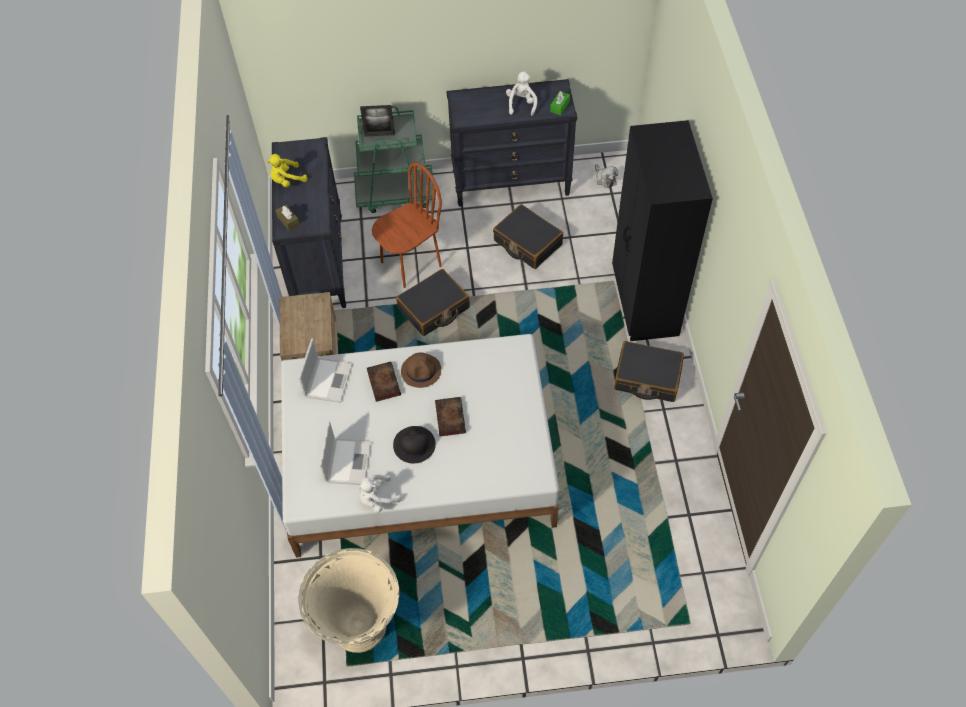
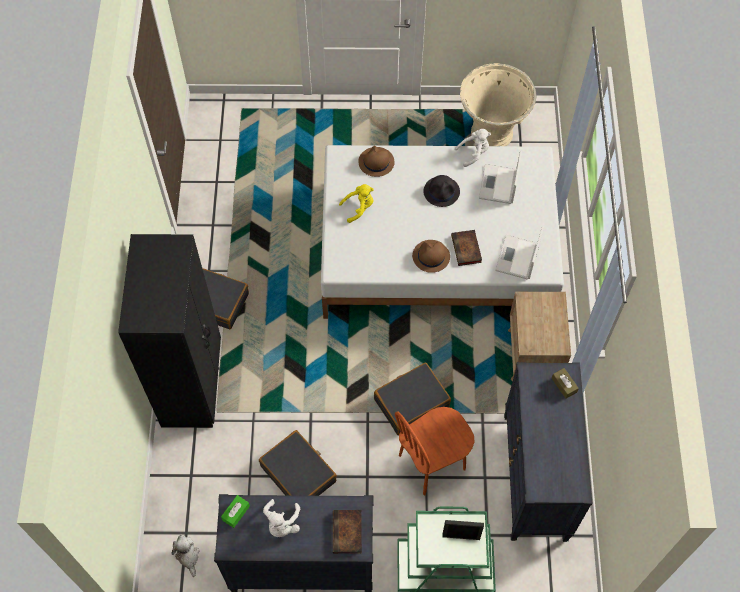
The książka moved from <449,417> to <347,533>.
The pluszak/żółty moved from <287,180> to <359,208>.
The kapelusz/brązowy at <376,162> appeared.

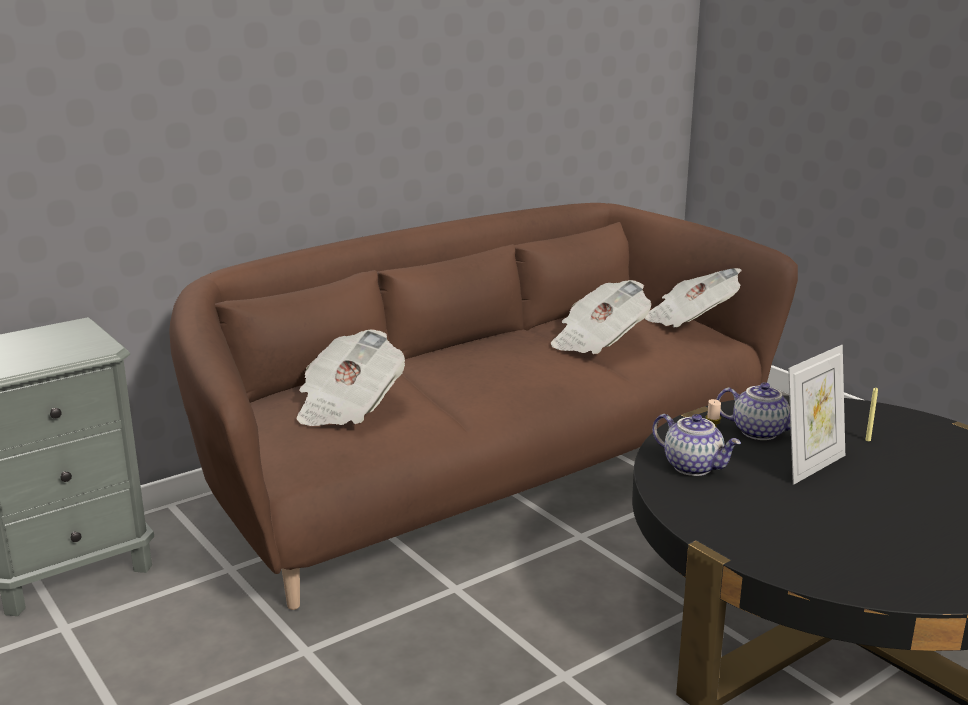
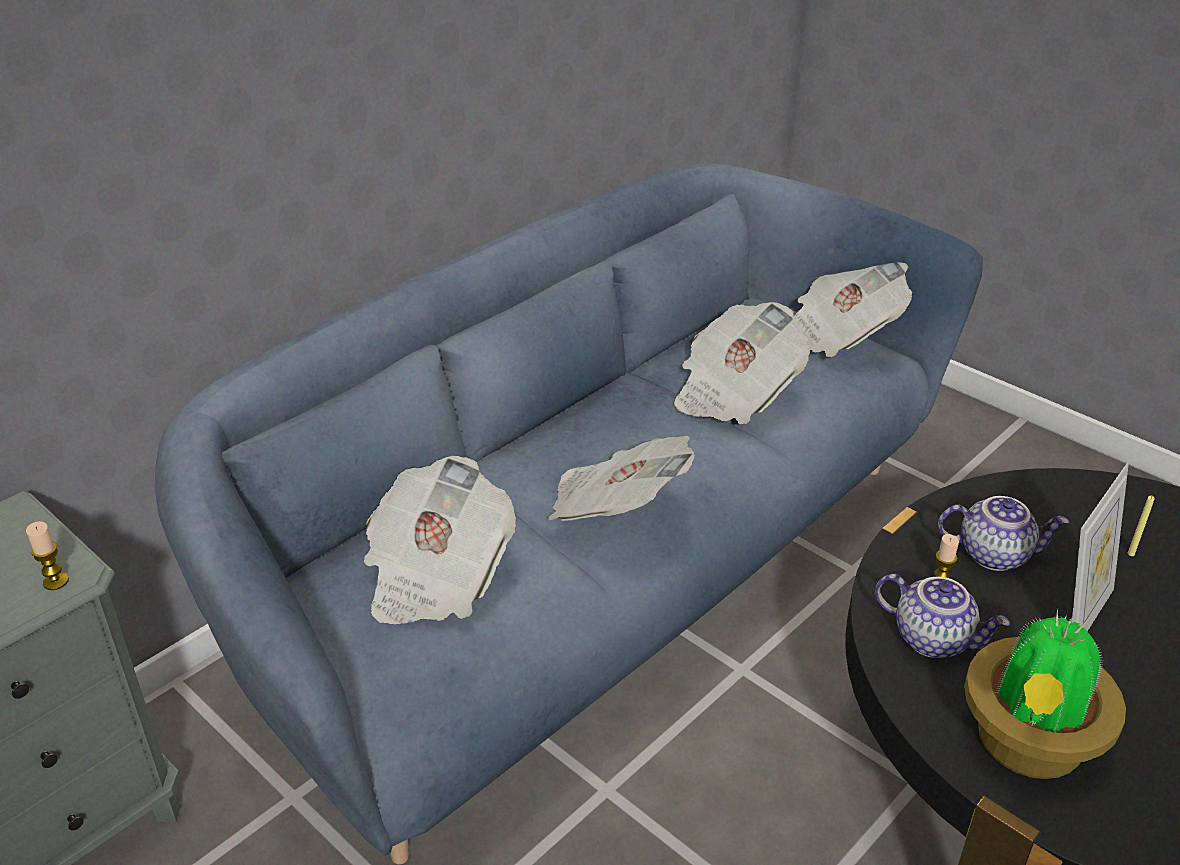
The świeca at <56,582> appeared.
The kanapa/brązowy at <485,478> became the kanapa/niebieski at <592,576>.
The gazeta at <616,508> appeared.
The roślina doniczkowa at <1027,745> appeared.

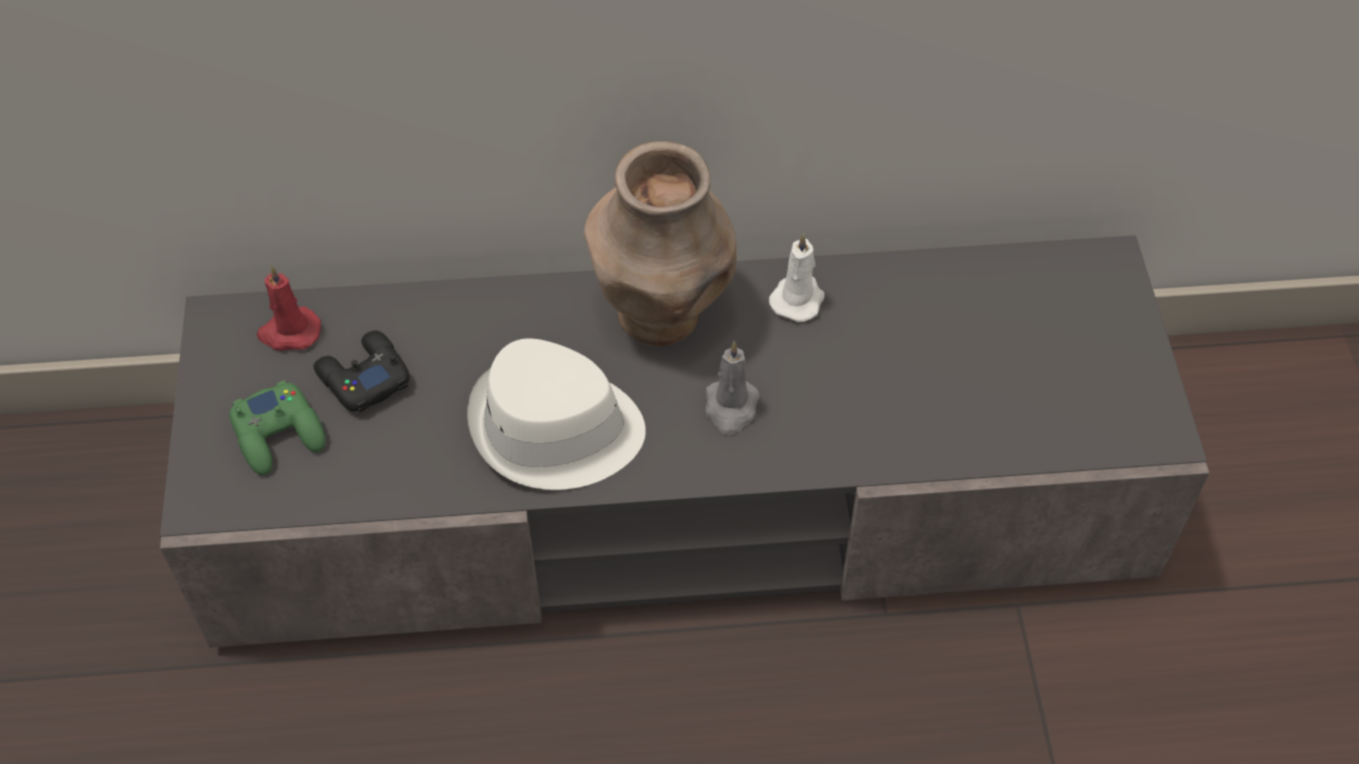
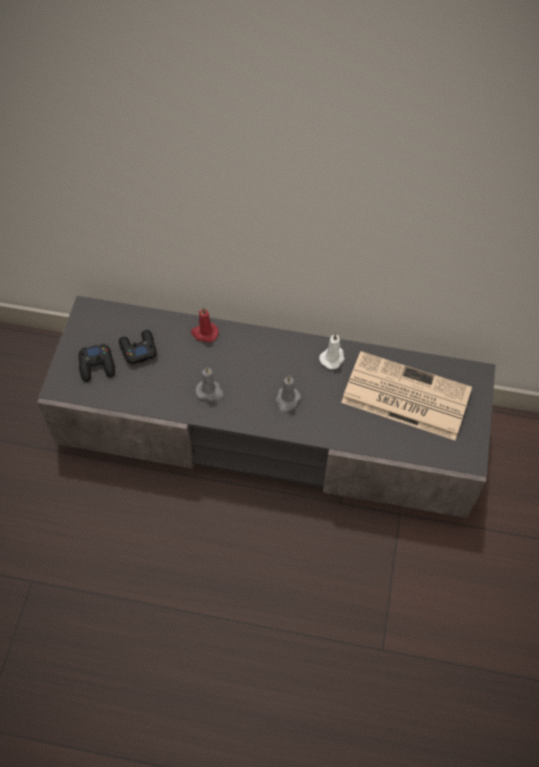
The pad do gier/zielony at <279,434> became the pad do gier/czarny at <97,365>.
The świeca/czerwony moved from <289,332> to <204,333>.
The kapelusz/biały at <555,429> was replaced by the świeca/szary at <210,391>.
The gazeta at <404,396> appeared.
The wazon/brązowy at <661,316> disappeared.

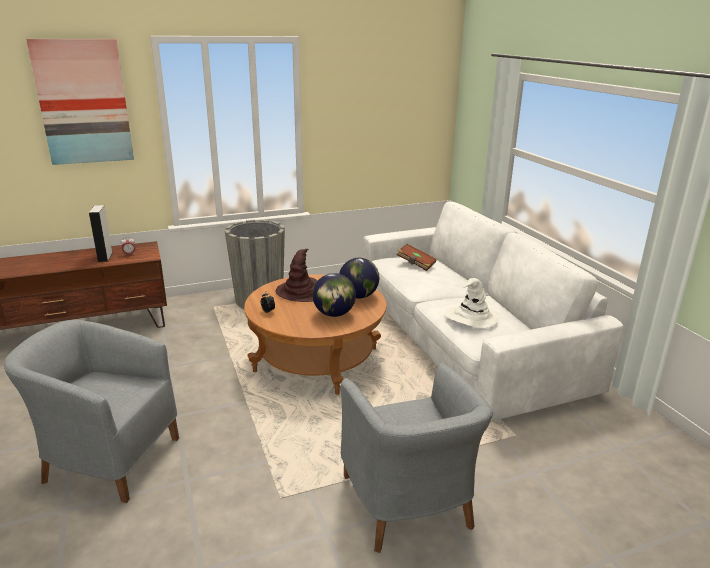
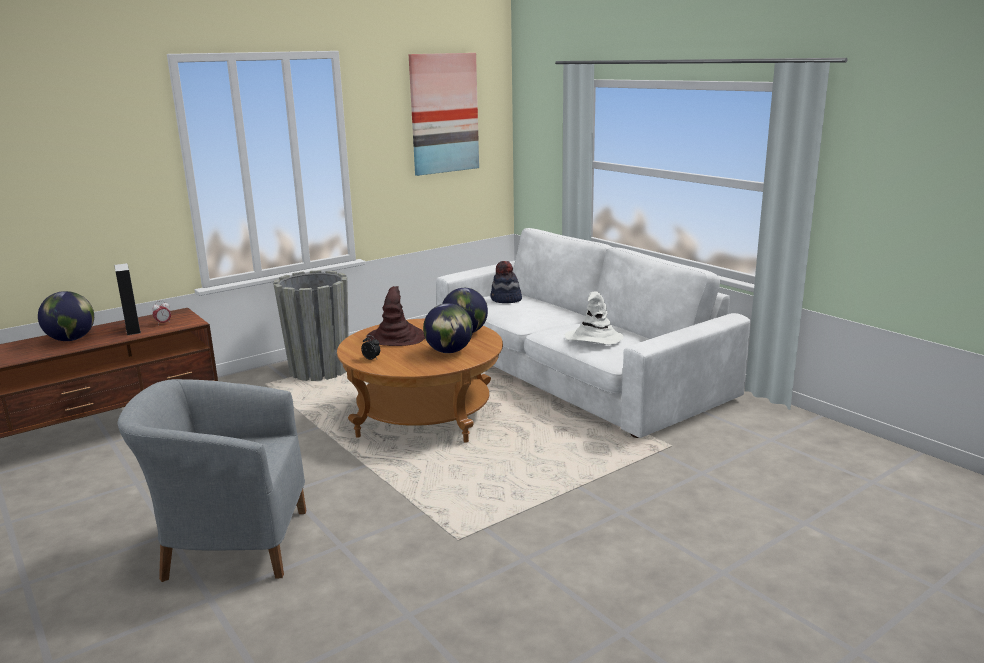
The globus at <71,339> appeared.
The obraz moved from <83,102> to <444,113>.
The książka/brązowy at <416,264> was replaced by the kapelusz at <506,300>.
The fotel/szary at <408,505> disappeared.

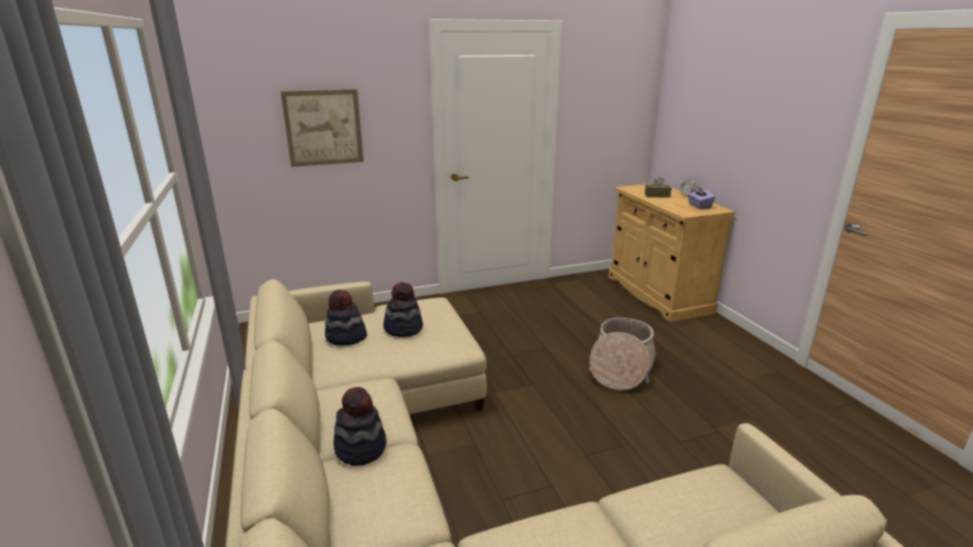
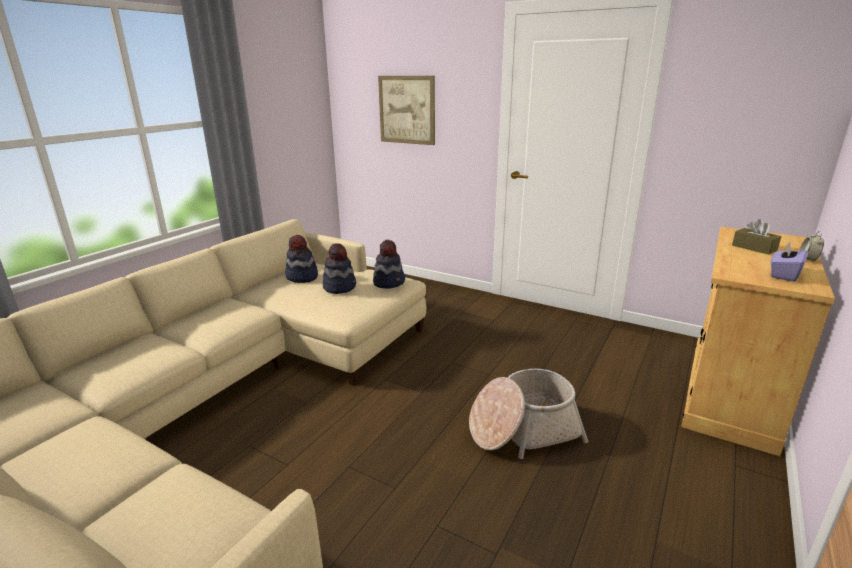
The kapelusz moved from <361,448> to <389,282>.

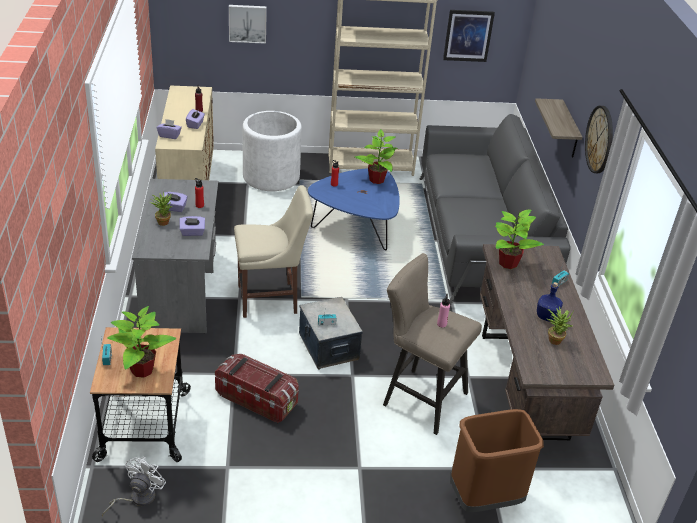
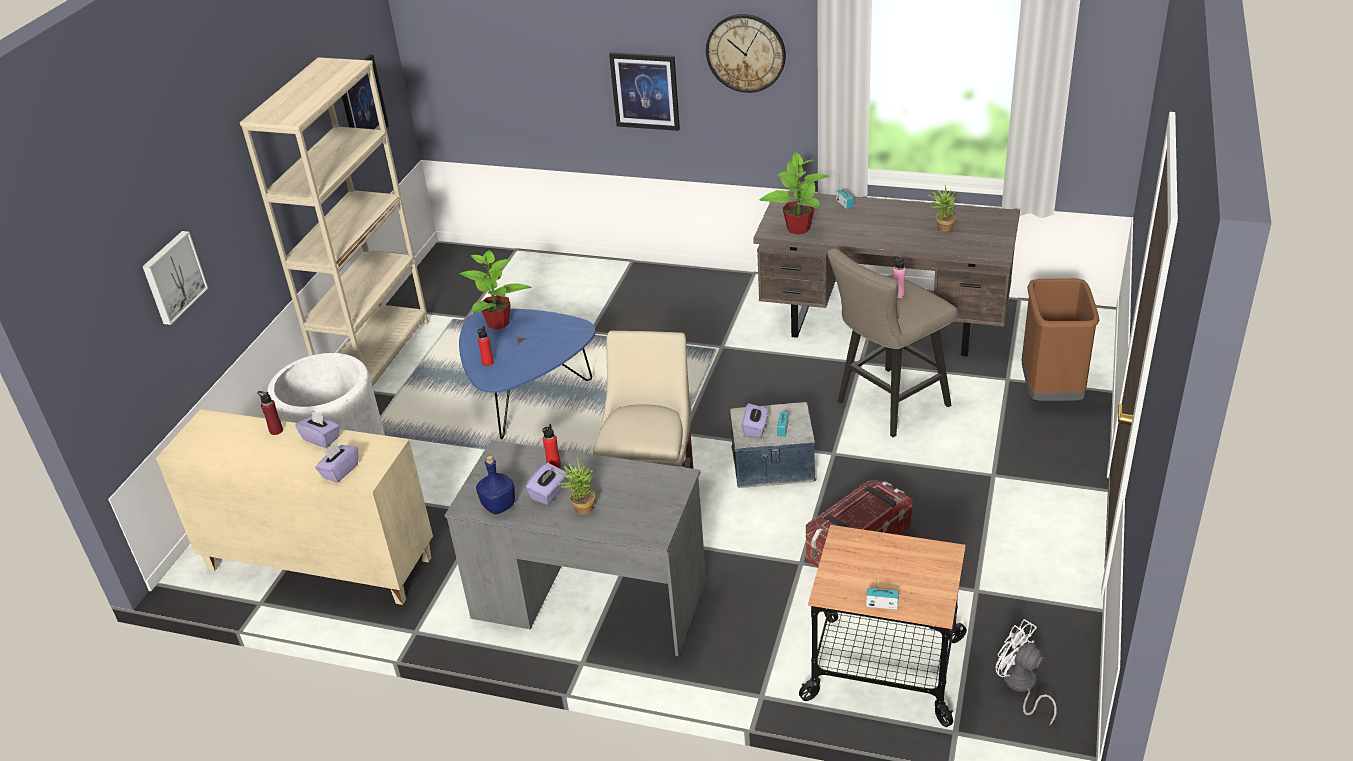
The butelka/niebieski moved from <546,317> to <499,506>.
The półka at <569,130> was replaced by the obraz at <645,91>.
The pudełko chusteczek/fioletowy moved from <192,232> to <755,429>.
The roślina doniczkowa at <141,370> disappeared.
The kanapa/szary at <481,238> disappeared.

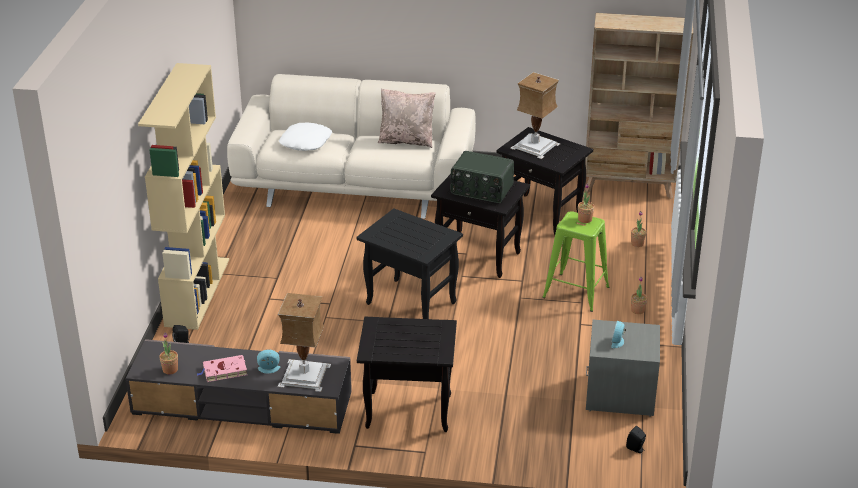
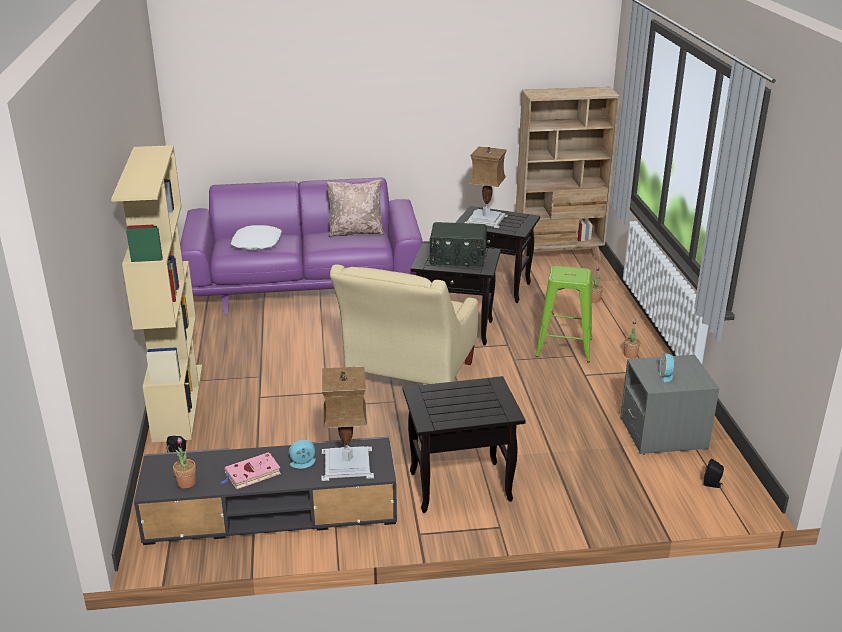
The kanapa/beżowy at <356,184> became the kanapa/fioletowy at <305,284>.
The stolik/czarny at <409,303> was replaced by the fotel/beżowy at <408,380>.
The roślina doniczkowa at <585,219> disappeared.

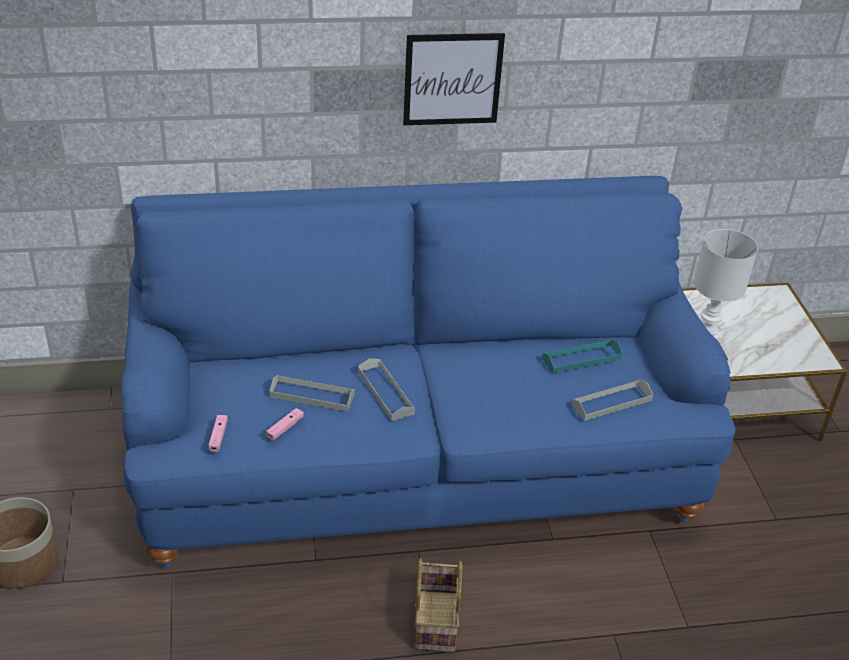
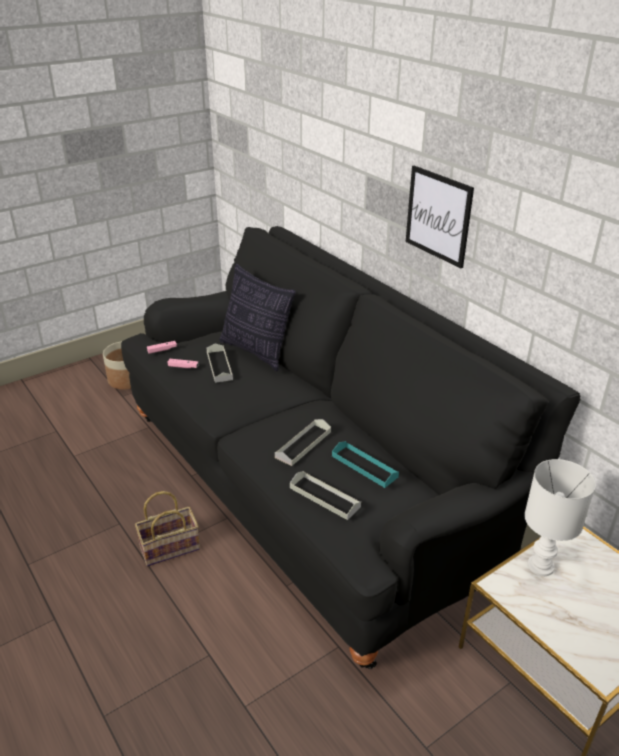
The kanapa/niebieski at <416,461> became the kanapa/czarny at <309,487>.
The poduszka at <256,351> appeared.
The taca/szary moved from <385,392> to <303,444>.

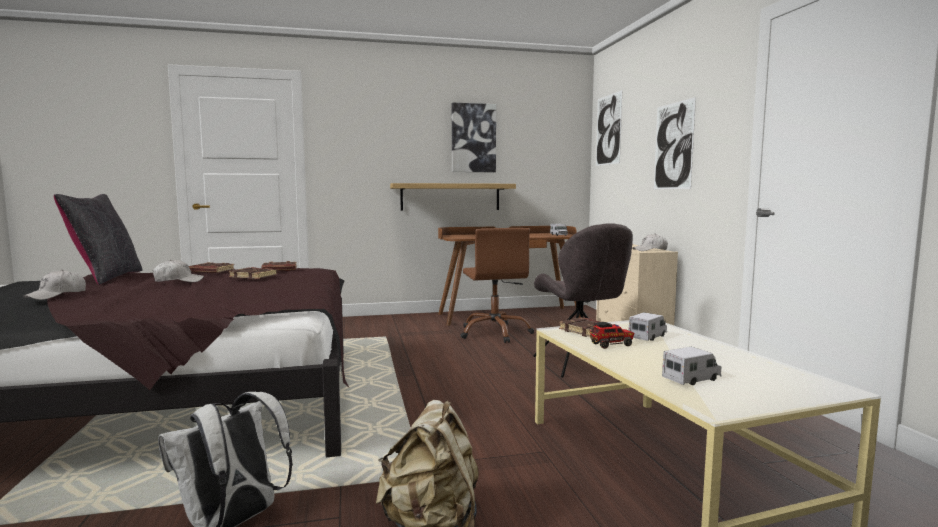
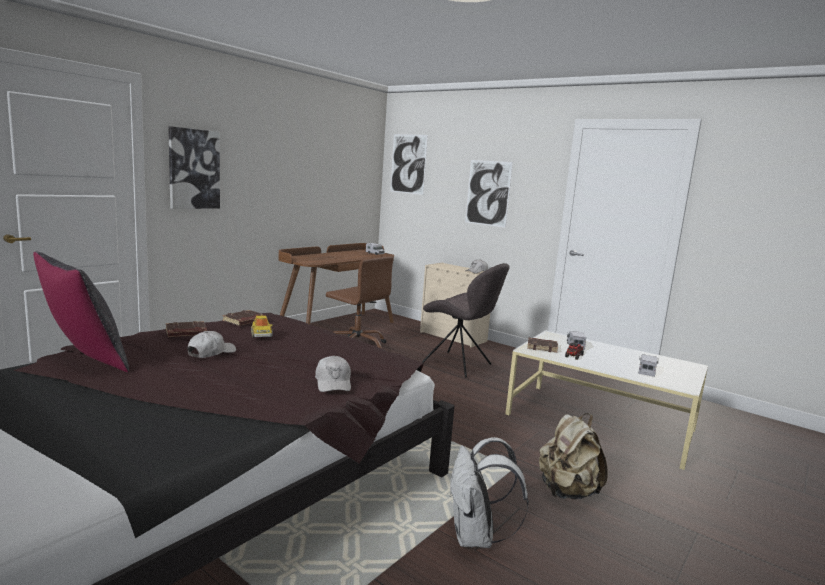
The obraz moved from <473,138> to <194,169>.
The książka/brązowy at <254,276> was replaced by the samochodzik at <261,335>.
The czapka z daszkiem/biały moved from <57,295> to <333,383>.
The półka at <450,197> disappeared.

